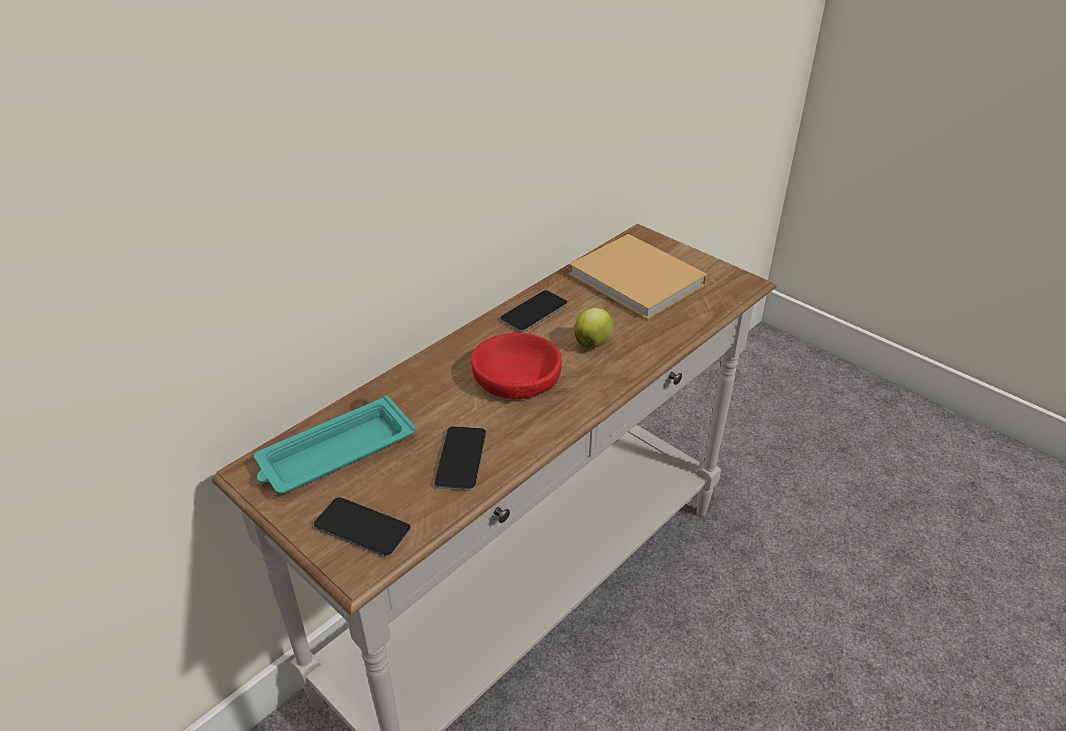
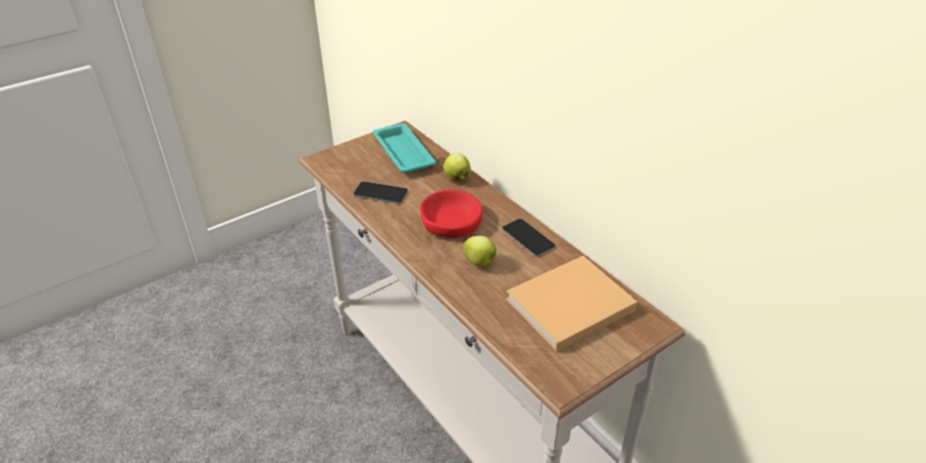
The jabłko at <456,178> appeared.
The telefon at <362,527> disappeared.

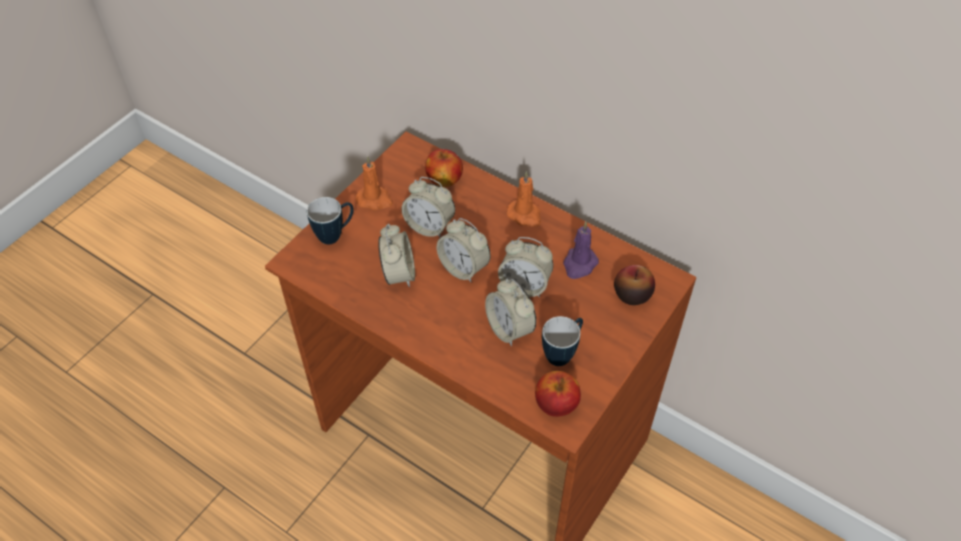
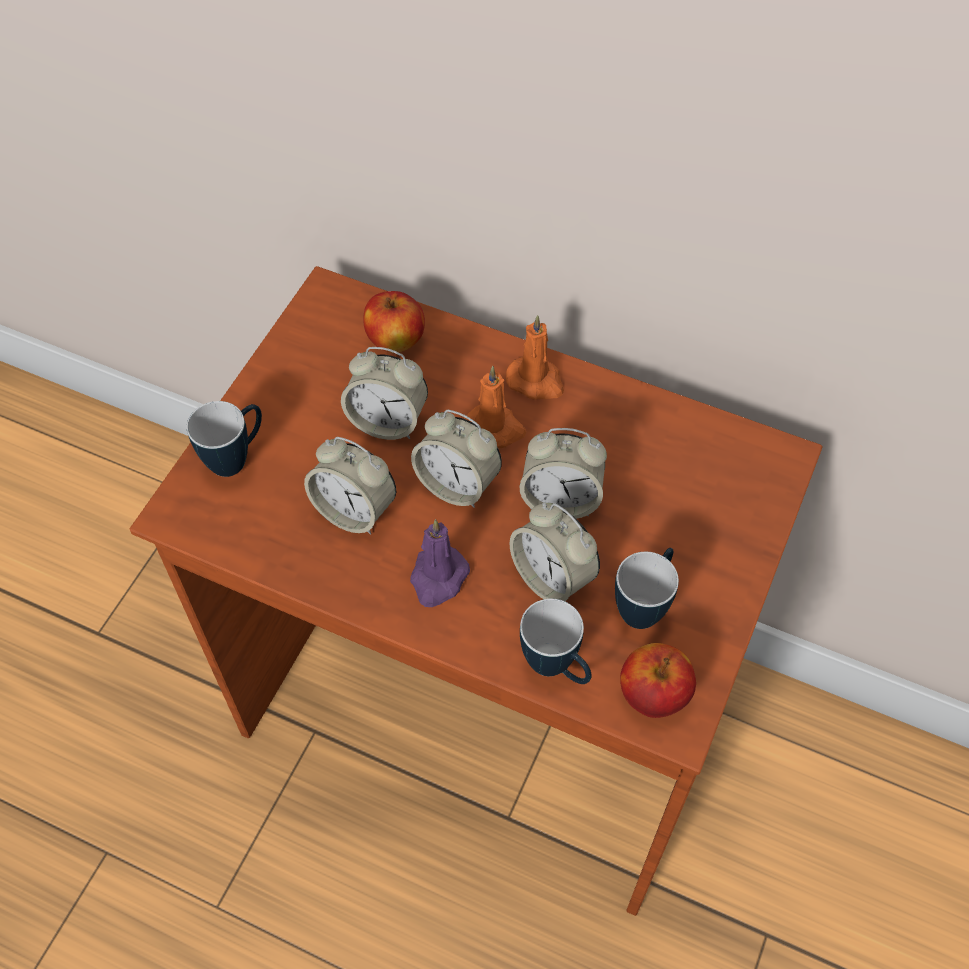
The budzik at <398,274> turned 135 degrees clockwise.
The świeca/fioletowy moved from <579,264> to <438,578>.
The świeca/pomarańczowy moved from <375,200> to <494,429>.
The kubek at <556,668> appeared.
The jabłko at <632,294> disappeared.

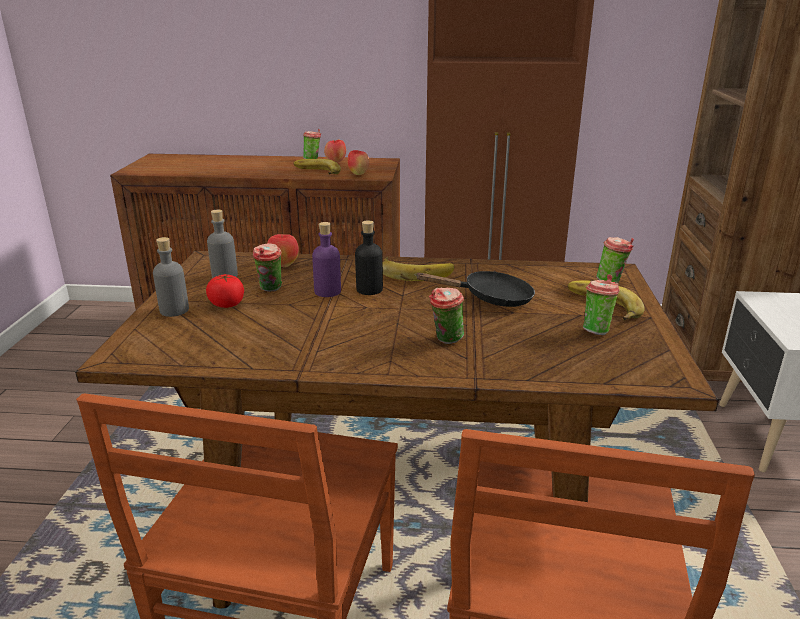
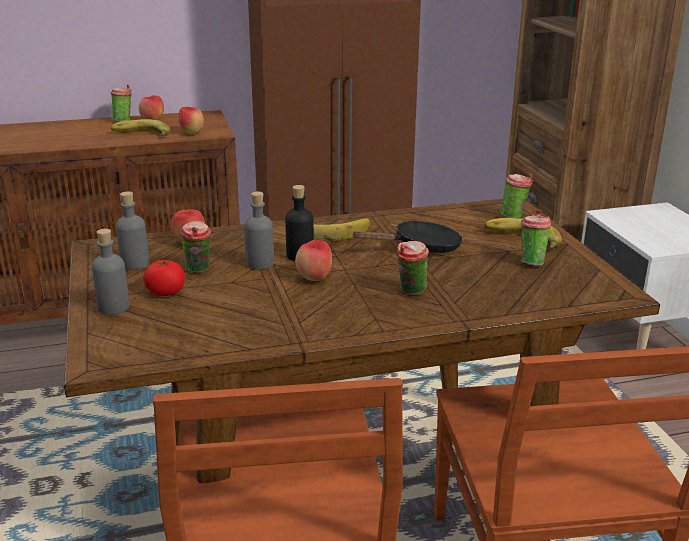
The butelka/fioletowy at <327,291> became the butelka/szary at <260,263>.
The jabłko at <314,279> appeared.

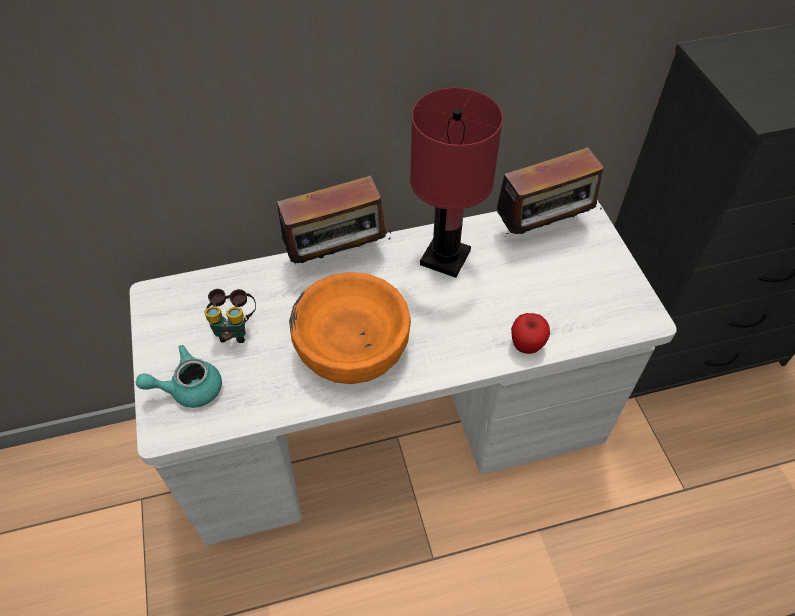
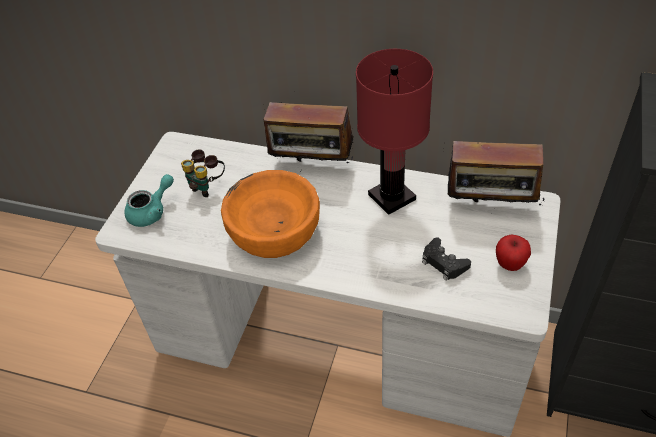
The imbryk/turkusowy at <188,388> turned 120 degrees clockwise.
The pad do gier/czarny at <443,263> appeared.
The jabłko moved from <526,346> to <509,264>.

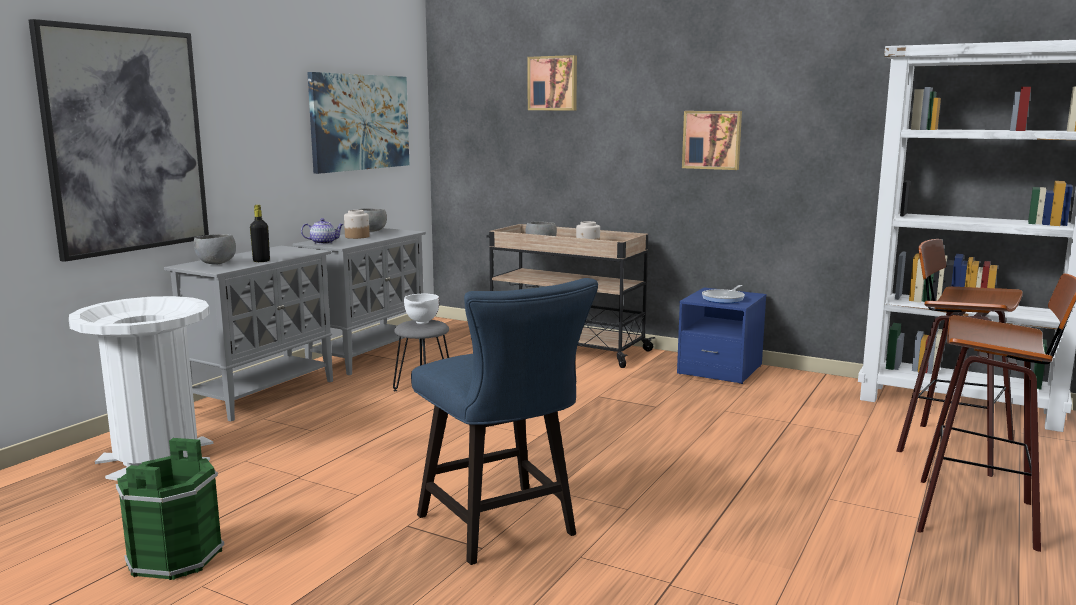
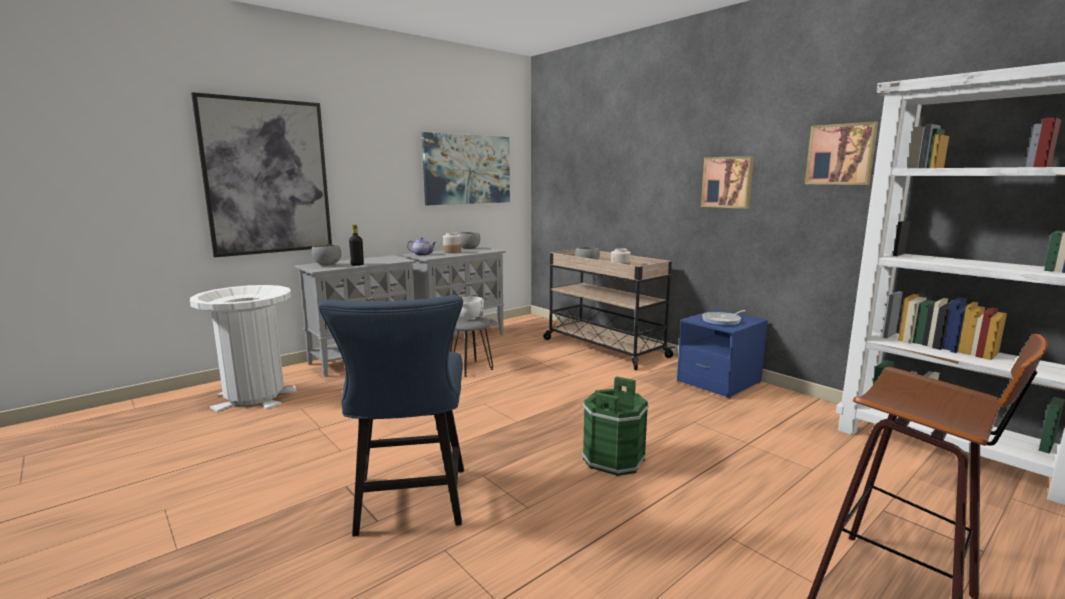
The wiadro/zielony moved from <176,557> to <614,459>.
The obraz moved from <553,83> to <841,154>.
The stołek at <950,446> disappeared.

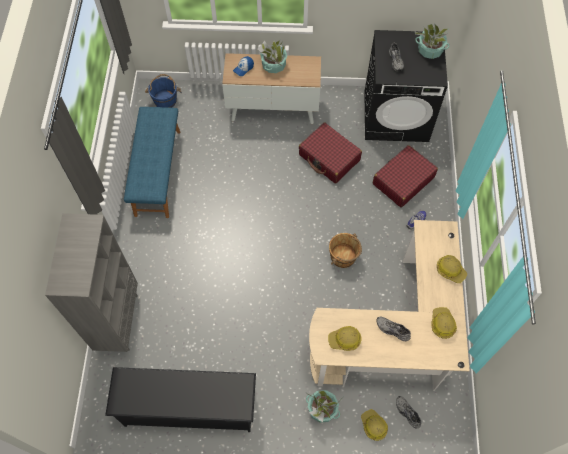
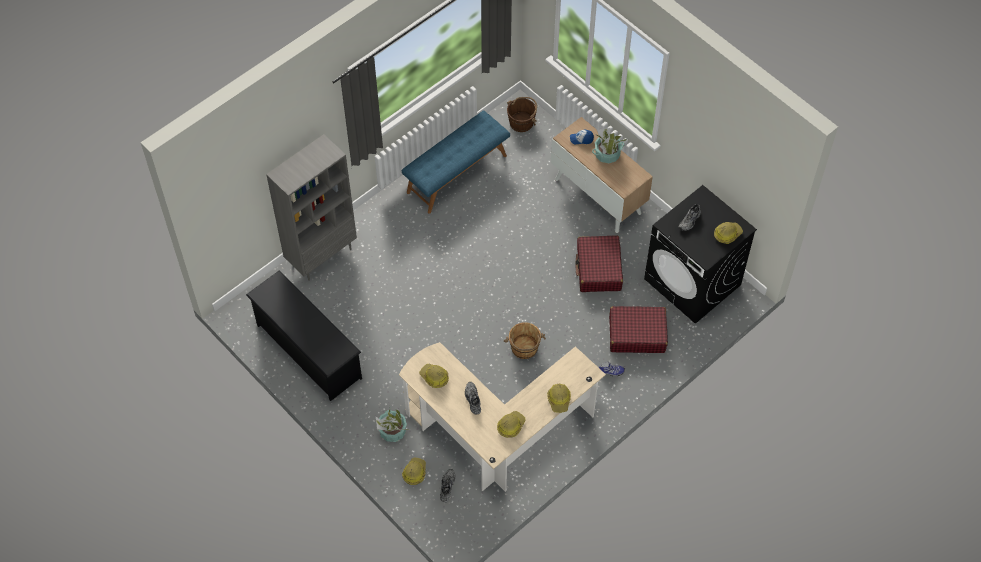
The wiadro/niebieski at <165,100> became the wiadro/brązowy at <522,122>.
The roślina doniczkowa at <430,50> was replaced by the kask at <727,234>.

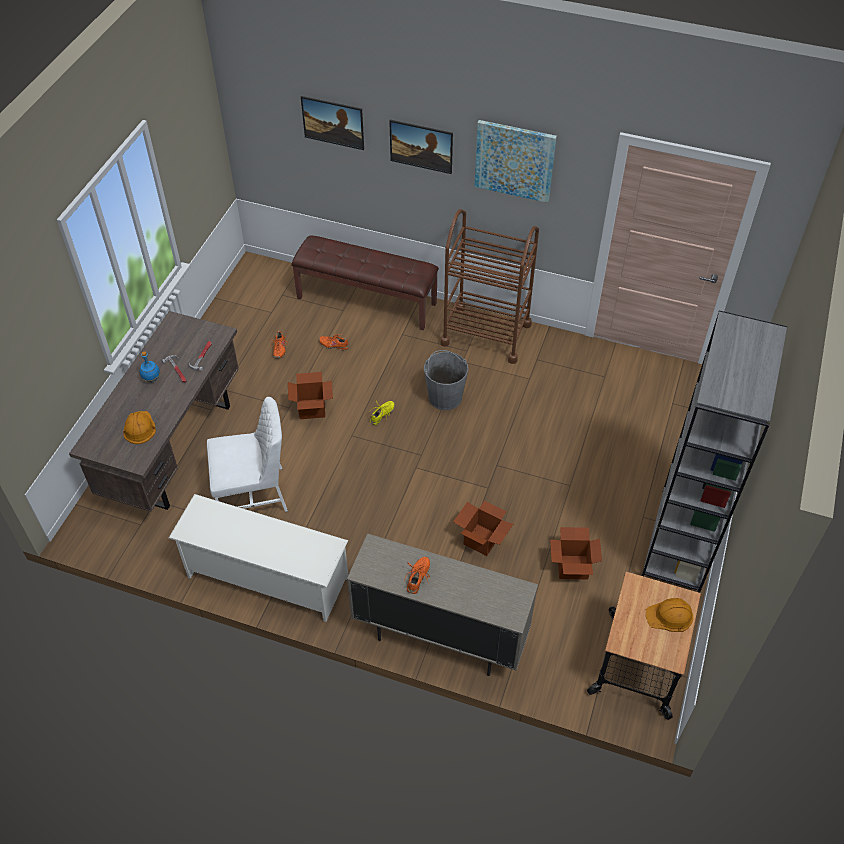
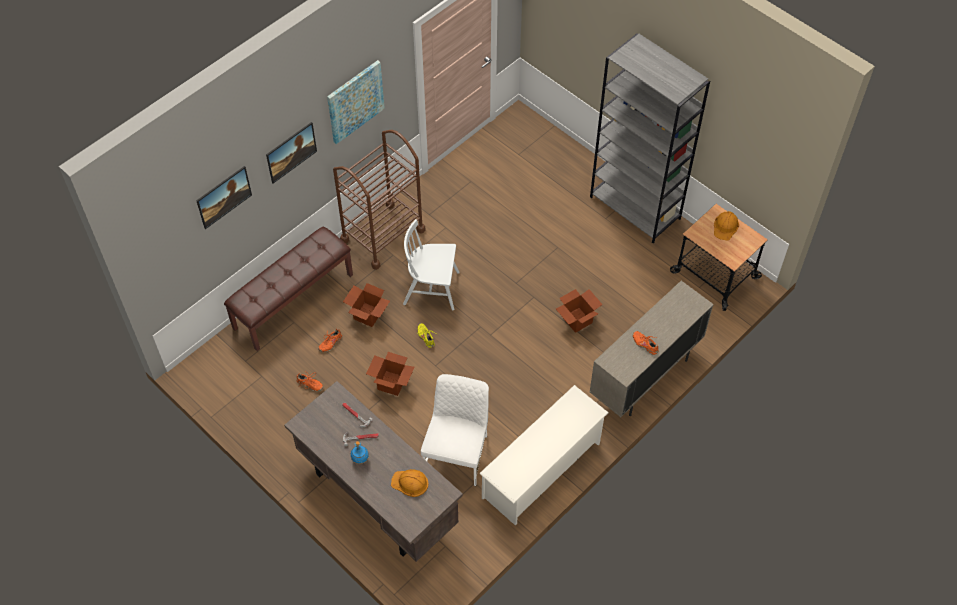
The karton moved from <572,567> to <368,315>.
The wiadro/szary at <445,397> was replaced by the krzesło/biały at <432,288>.

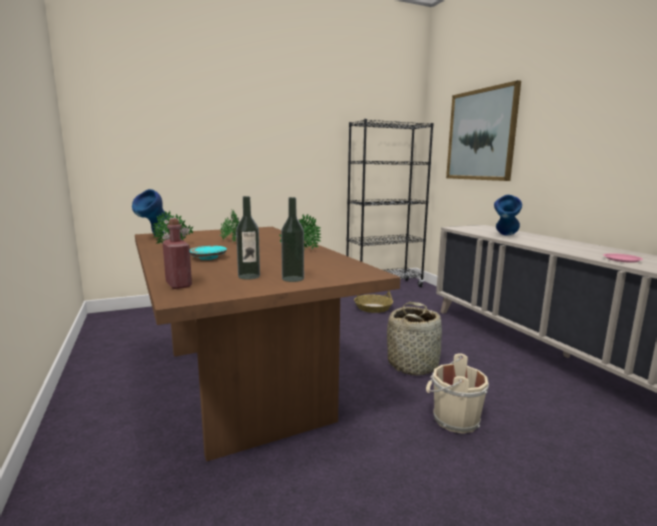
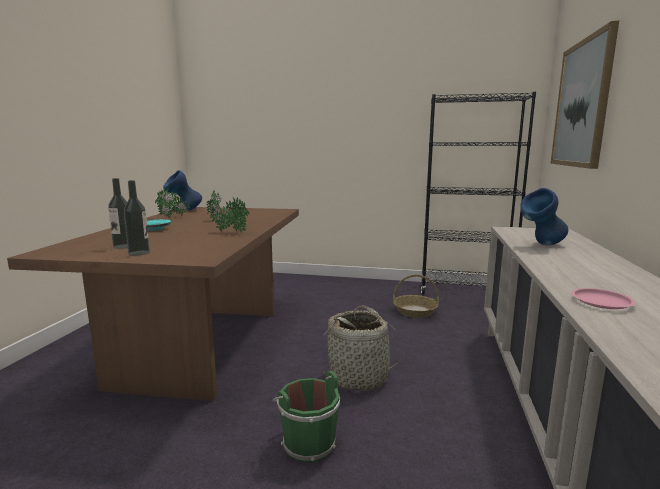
The wiadro/beżowy at <453,419> became the wiadro/zielony at <307,443>.
The butelka/czerwony at <178,284> disappeared.

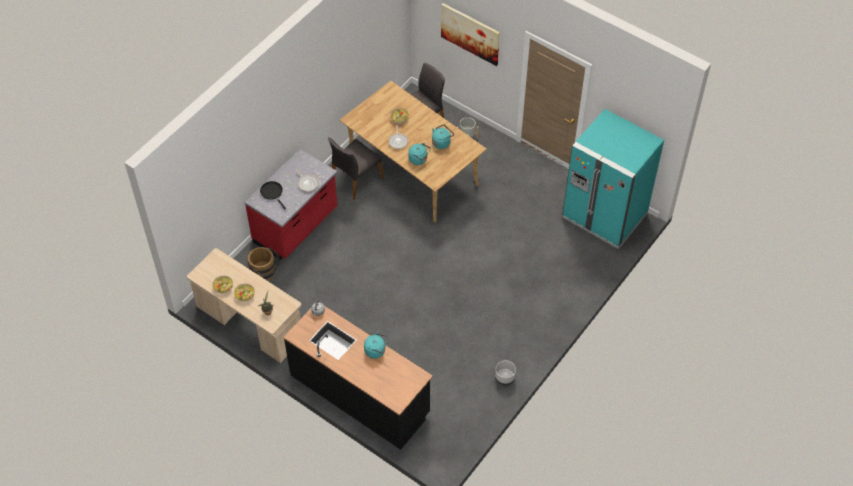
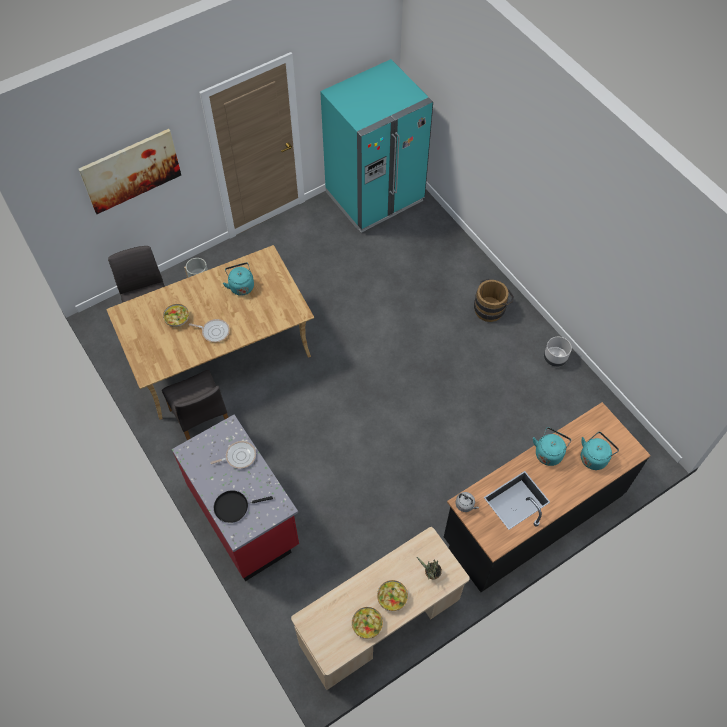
The wiadro/brązowy moved from <265,272> to <491,308>.
The czajnik/turkusowy moved from <419,159> to <594,457>.

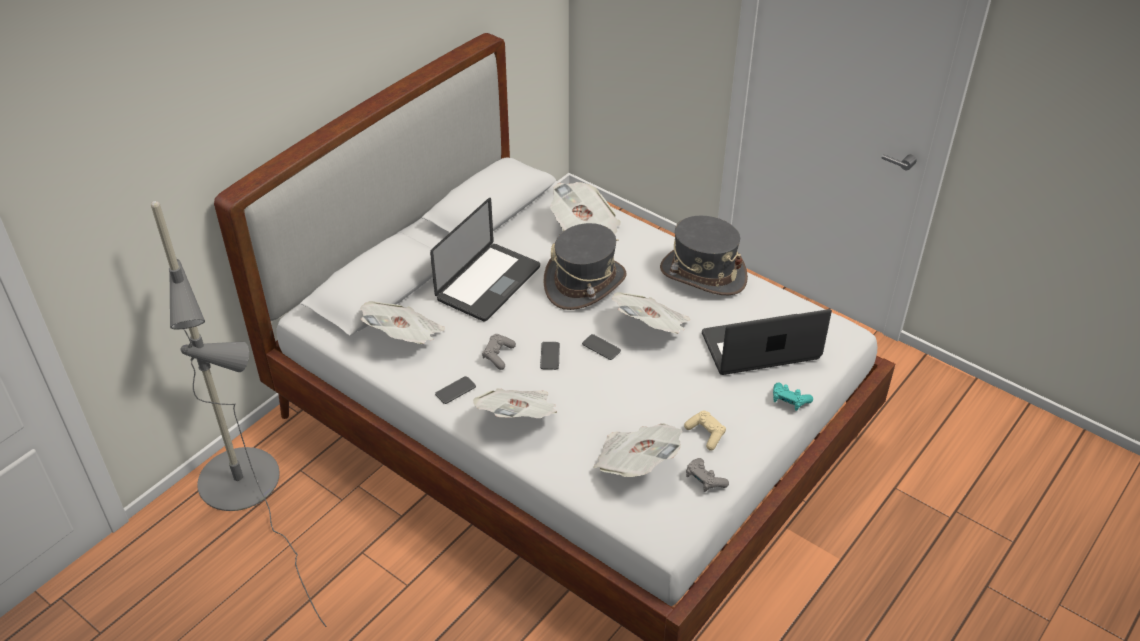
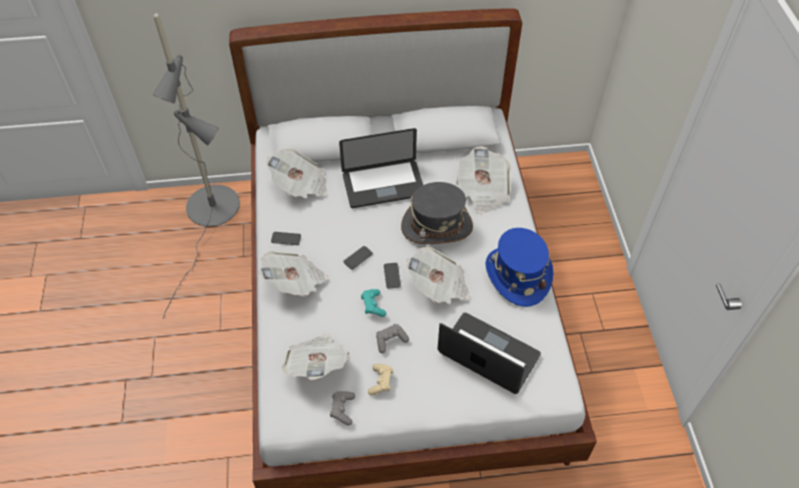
The pad do gier/turkusowy moved from <789,401> to <373,306>.
The pad do gier/szary moved from <498,356> to <390,340>.
The kapelusz/szary at <702,274> became the kapelusz/niebieski at <517,275>.

